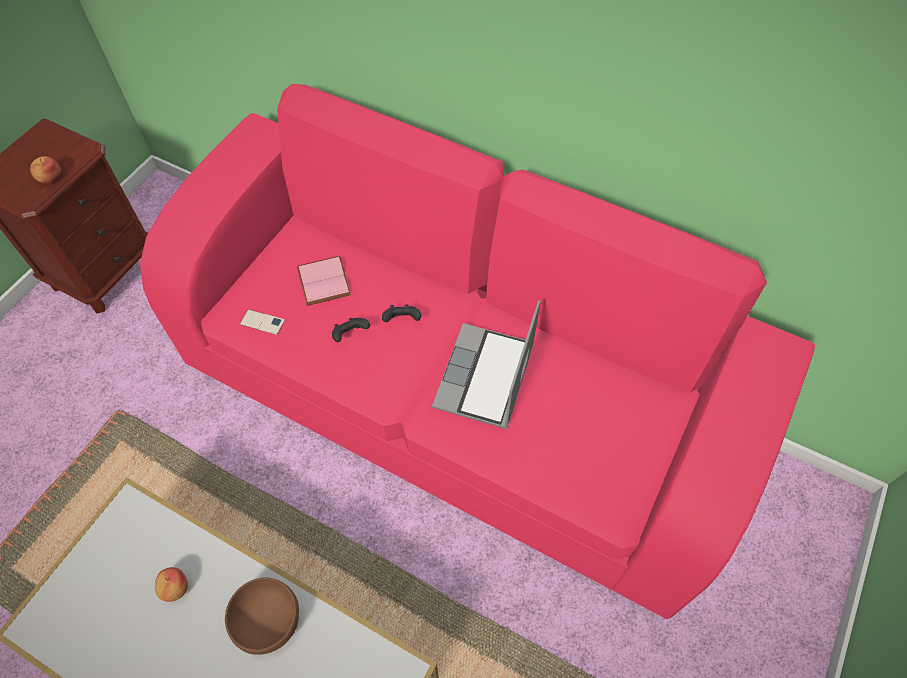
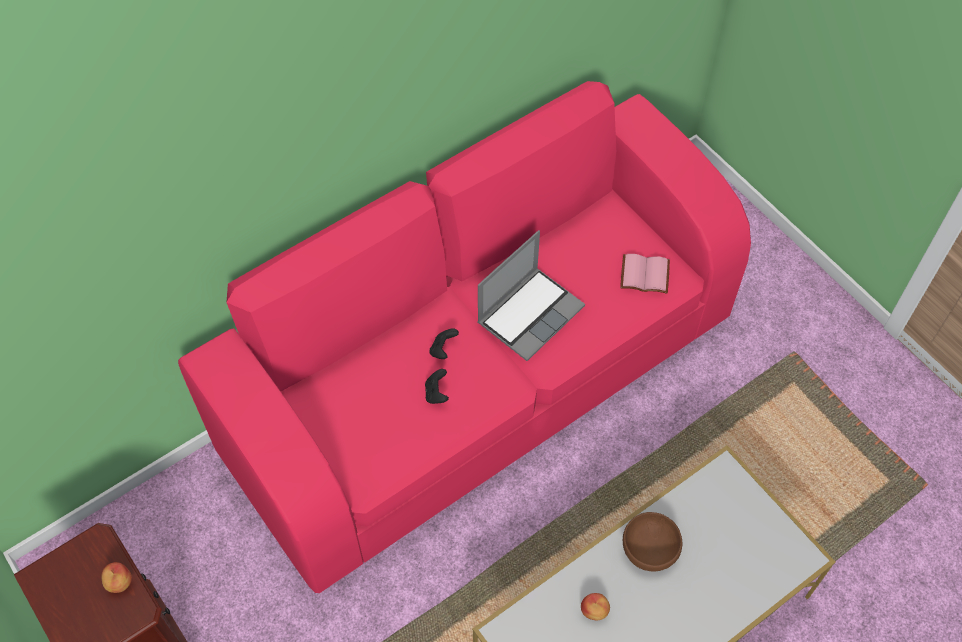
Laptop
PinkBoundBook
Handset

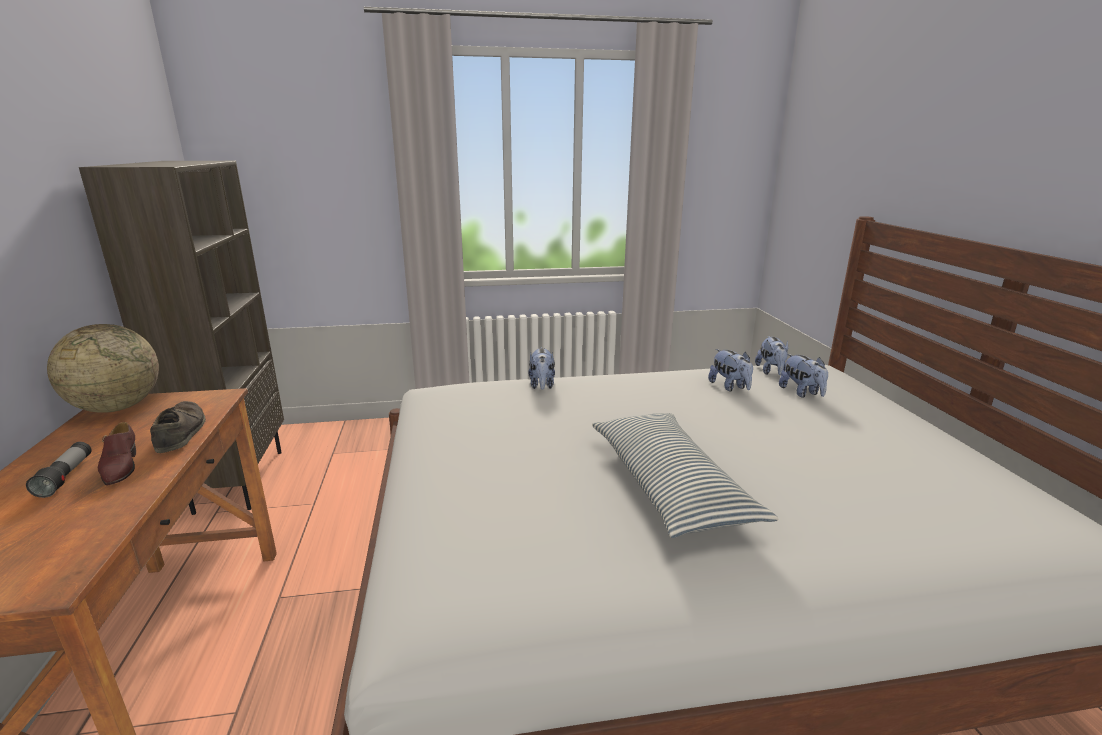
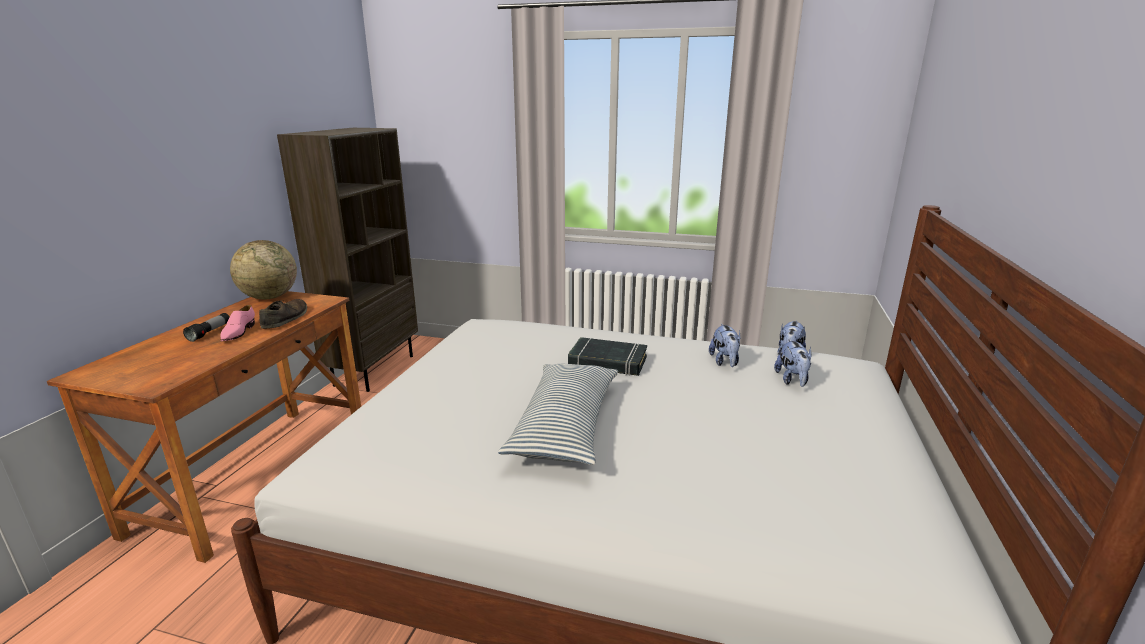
PinkLowShoe
BlackBoundBook
SoftToy (1st from left in the first image)

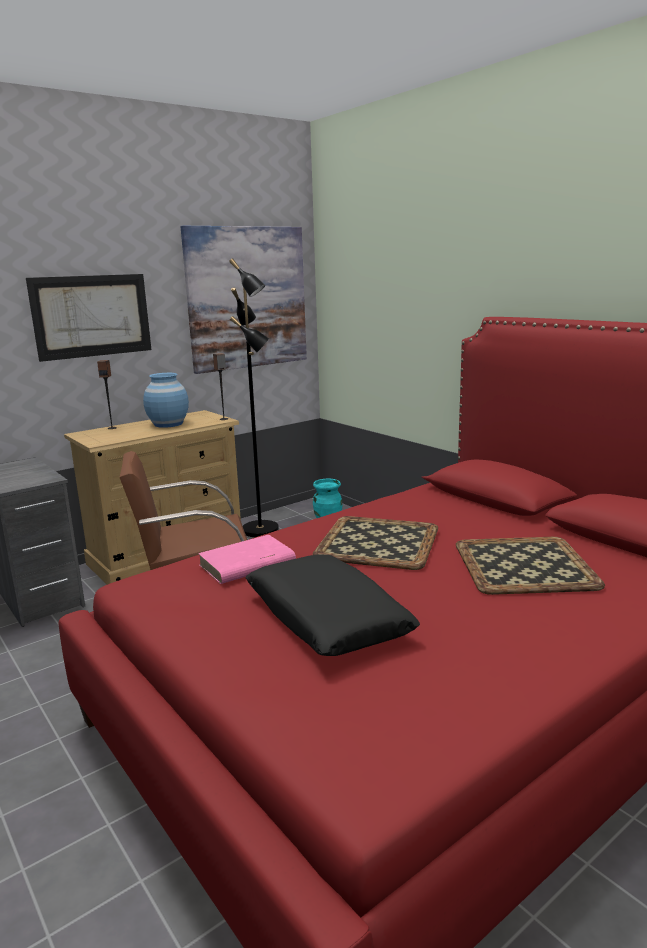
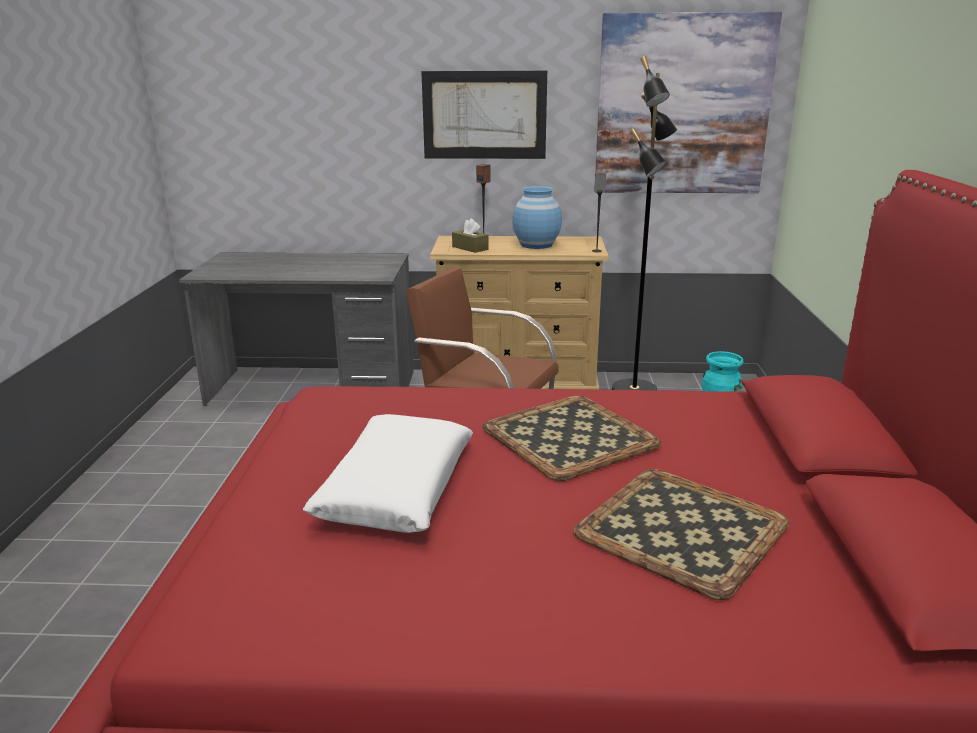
WhitishPillow
BrownColouredBoxOfTissues
PinkBoundBook

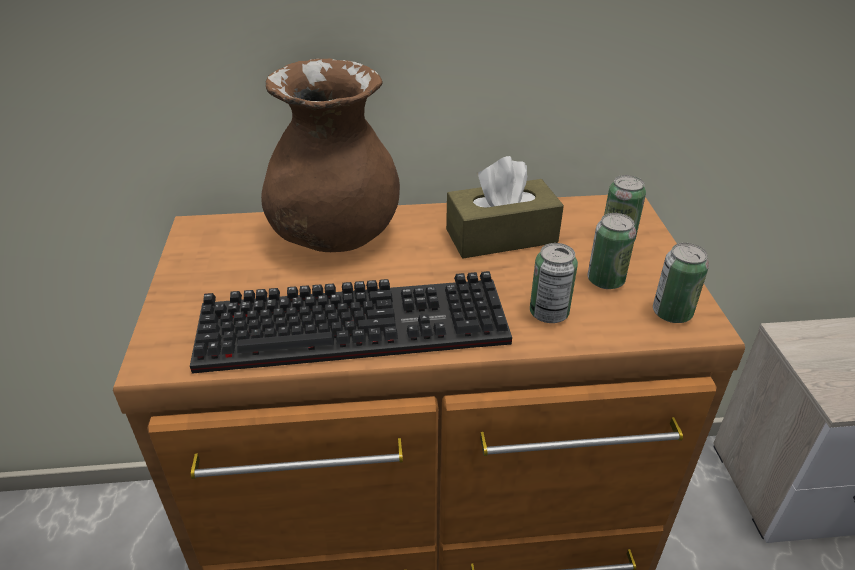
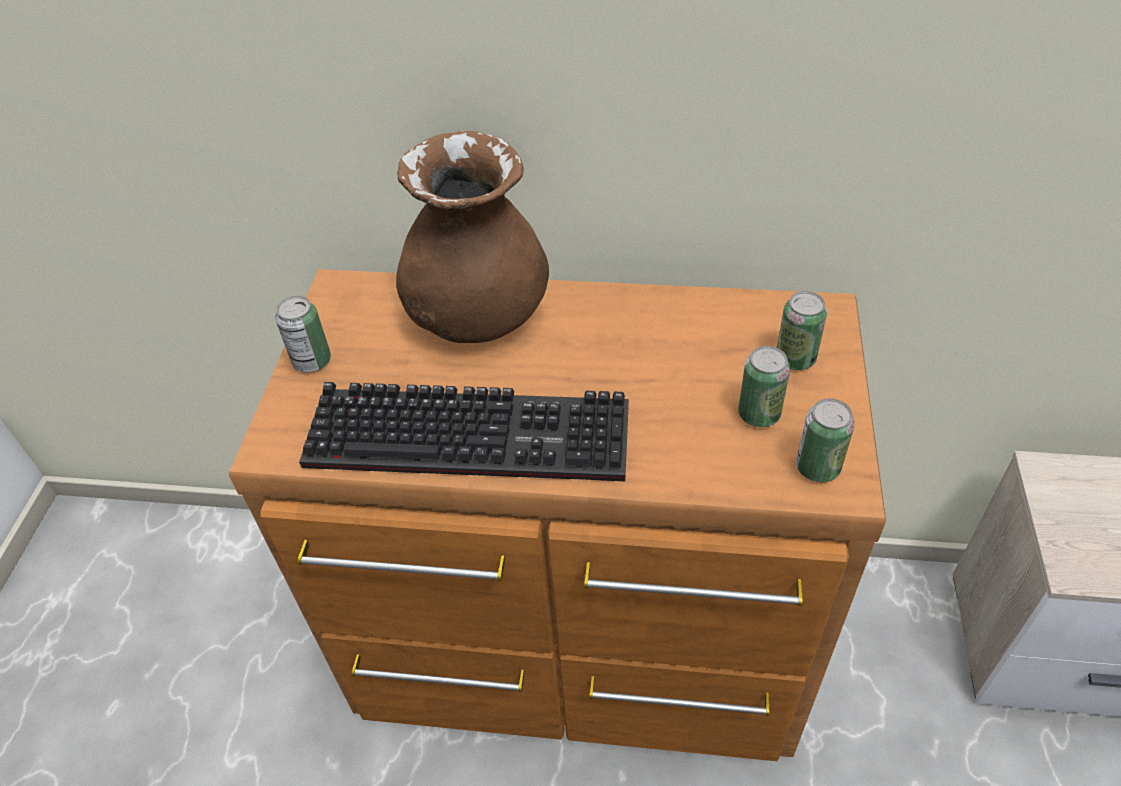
MetalCan (1st from left)
BrownColouredBoxOfTissues

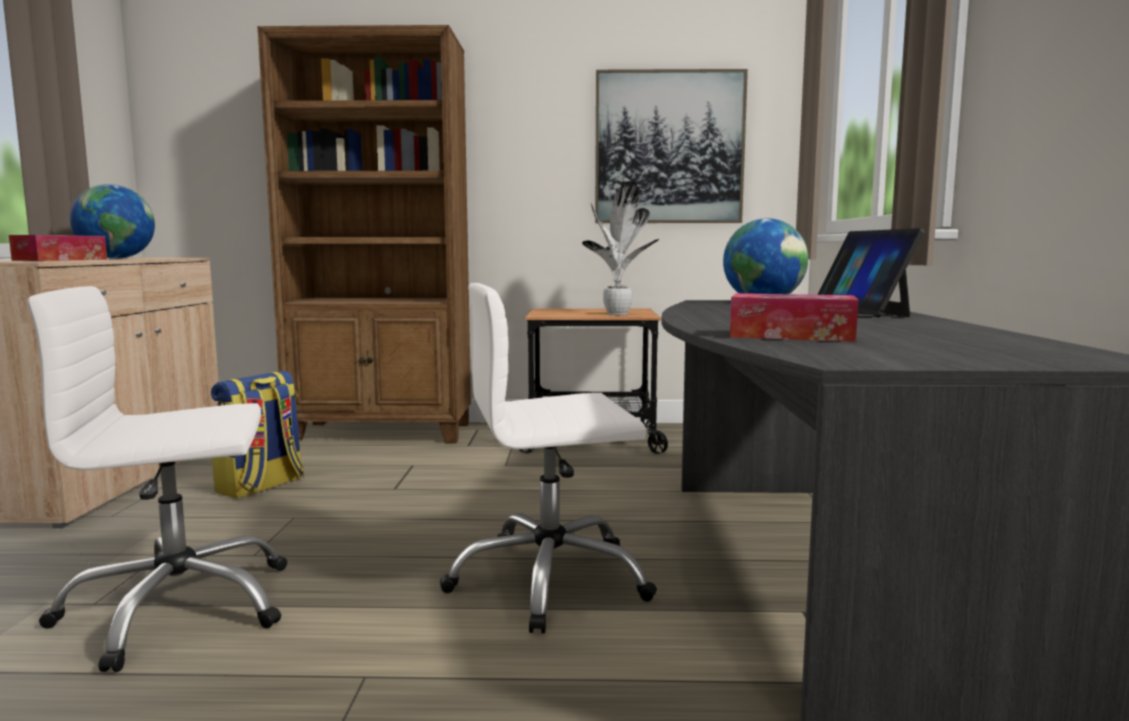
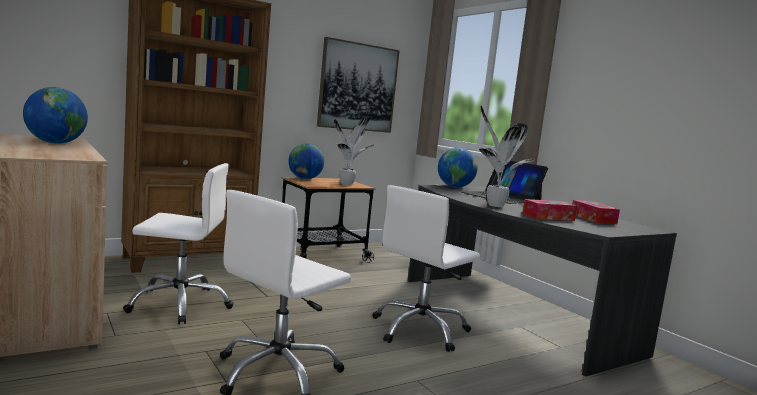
WhitishOfficeChair (1st from left)
WorldGlobe (2nd from left)
PottedPlant (2nd from left)
BoxOfTissues (2nd from left)

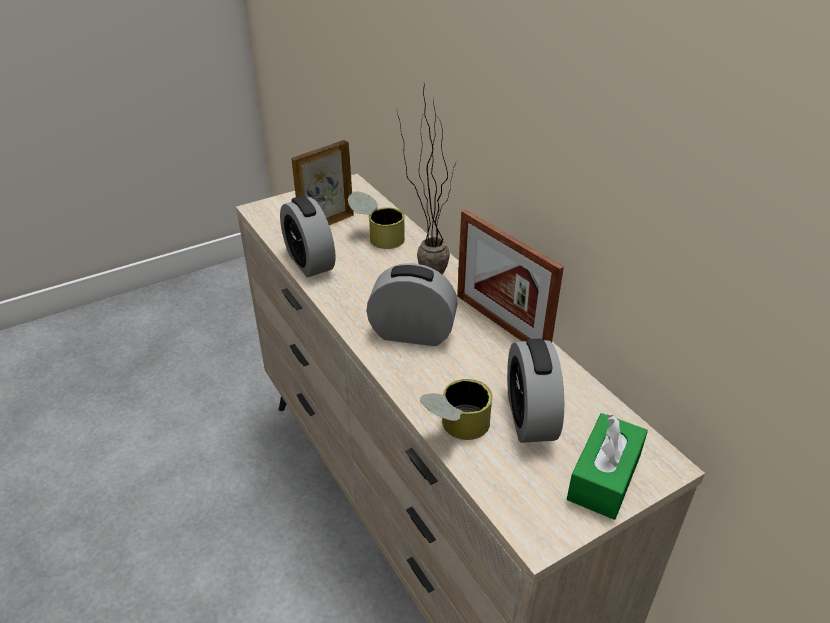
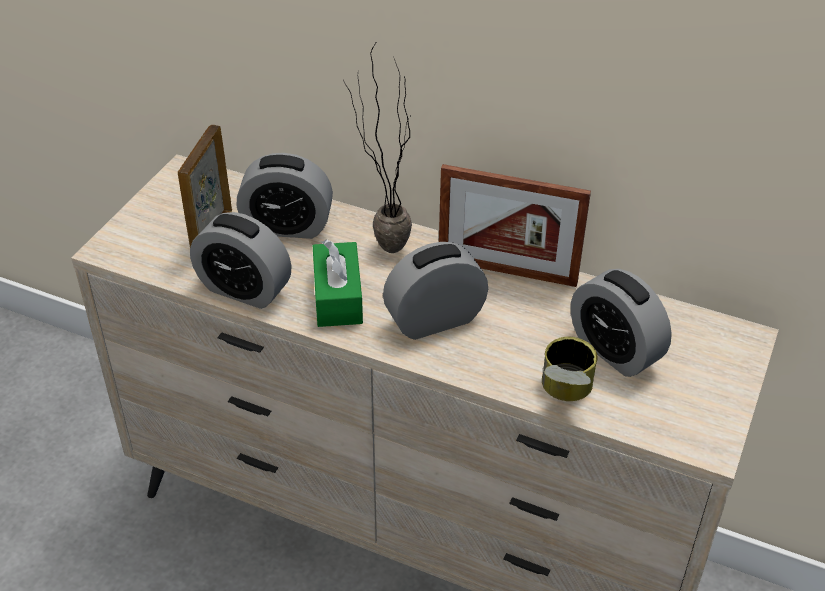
TableClock (2nd from left)
GreenBoxOfTissues

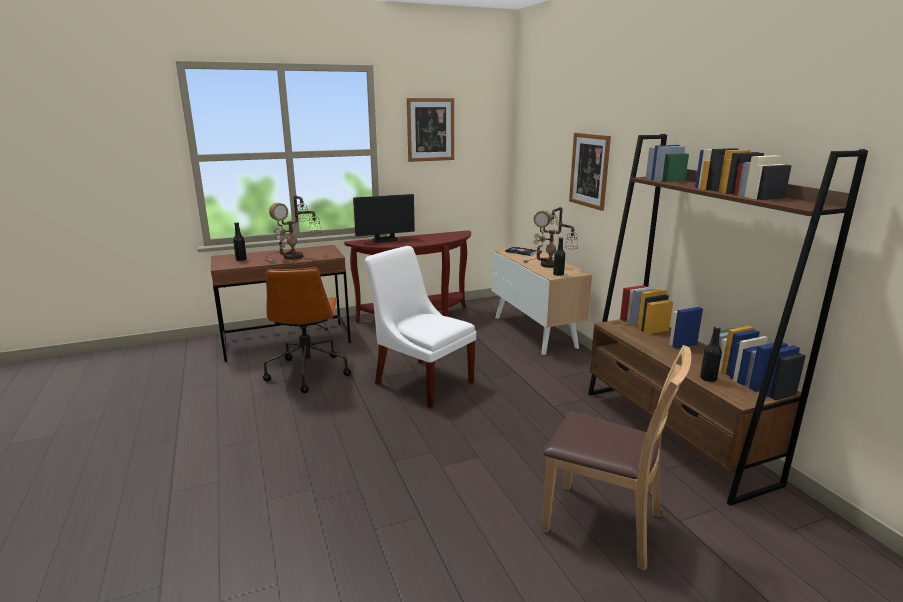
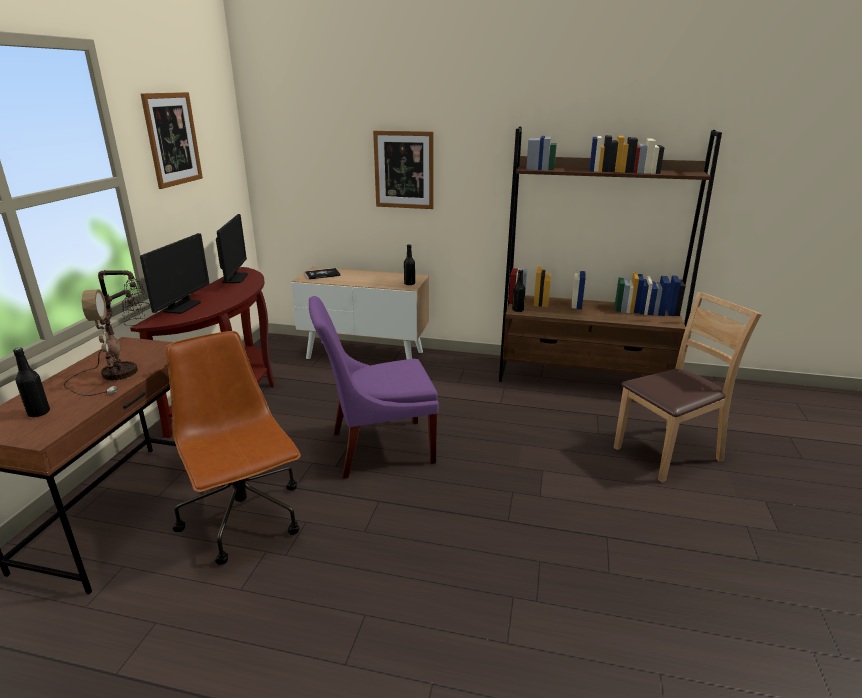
BrownColouredOfficeChair
Monitor (2nd from left)
PurpleColouredChair
BlackBeverageBottle (3rd from left)
TableLamp (2nd from left in the first image)

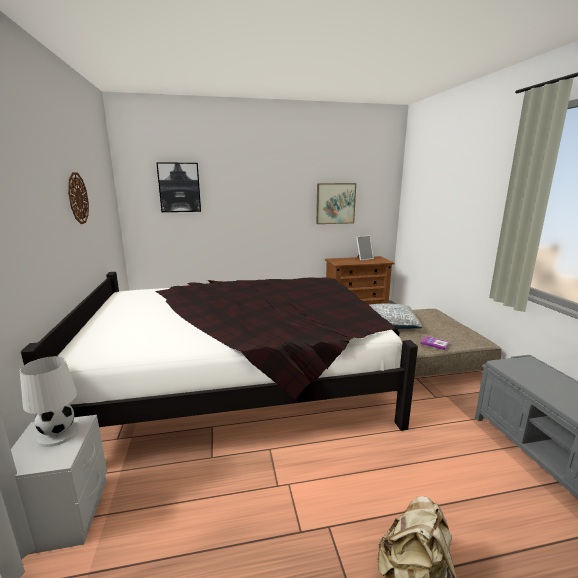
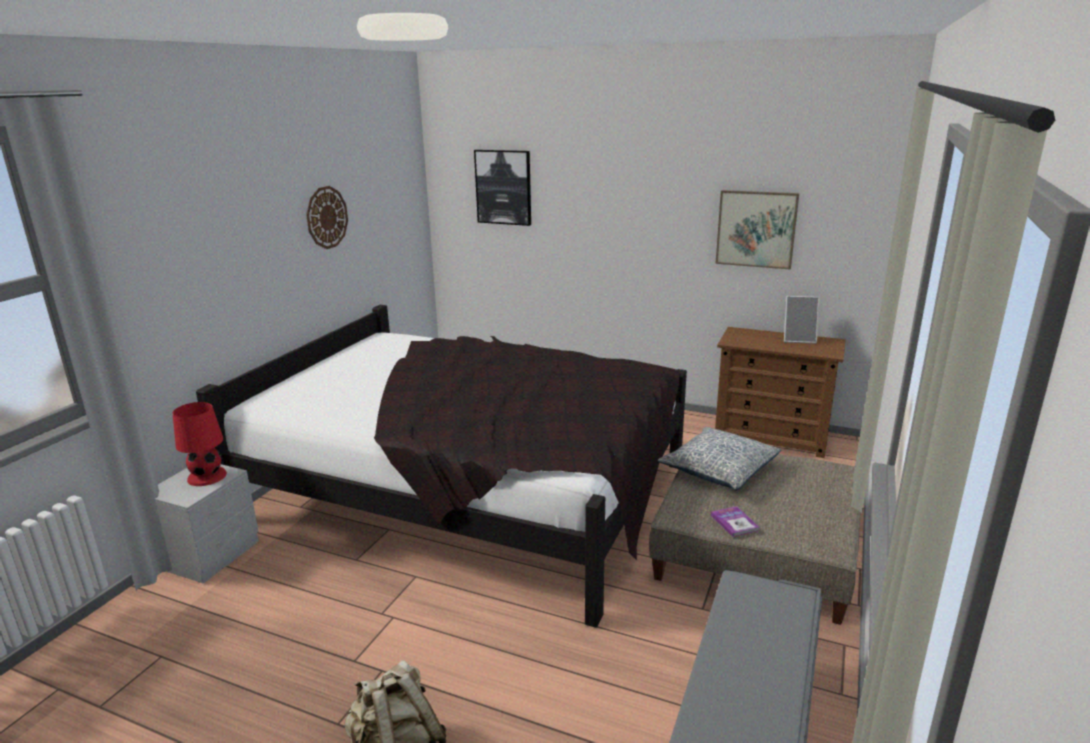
RedTableLamp

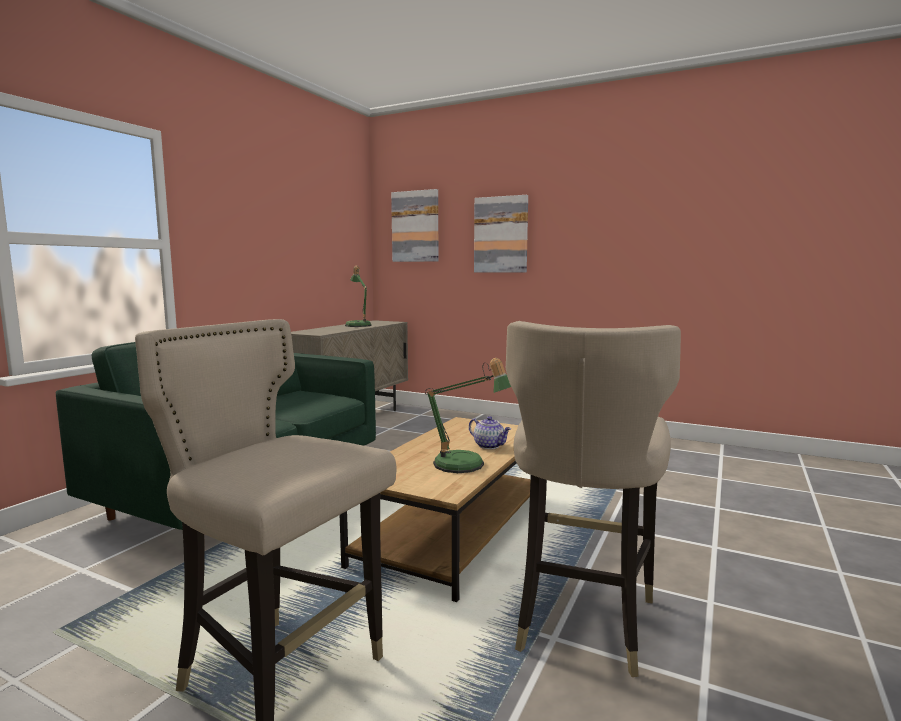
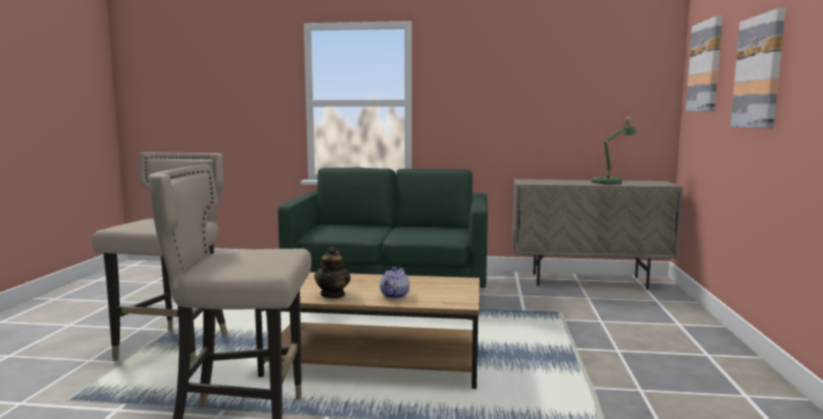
TeaPot (1st from left)

